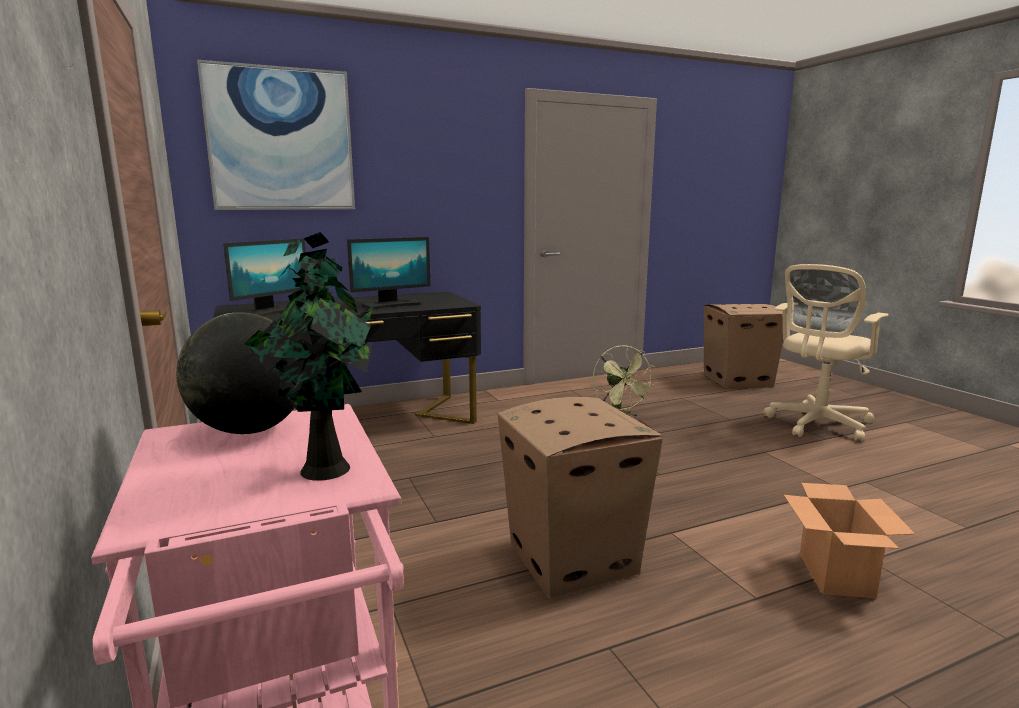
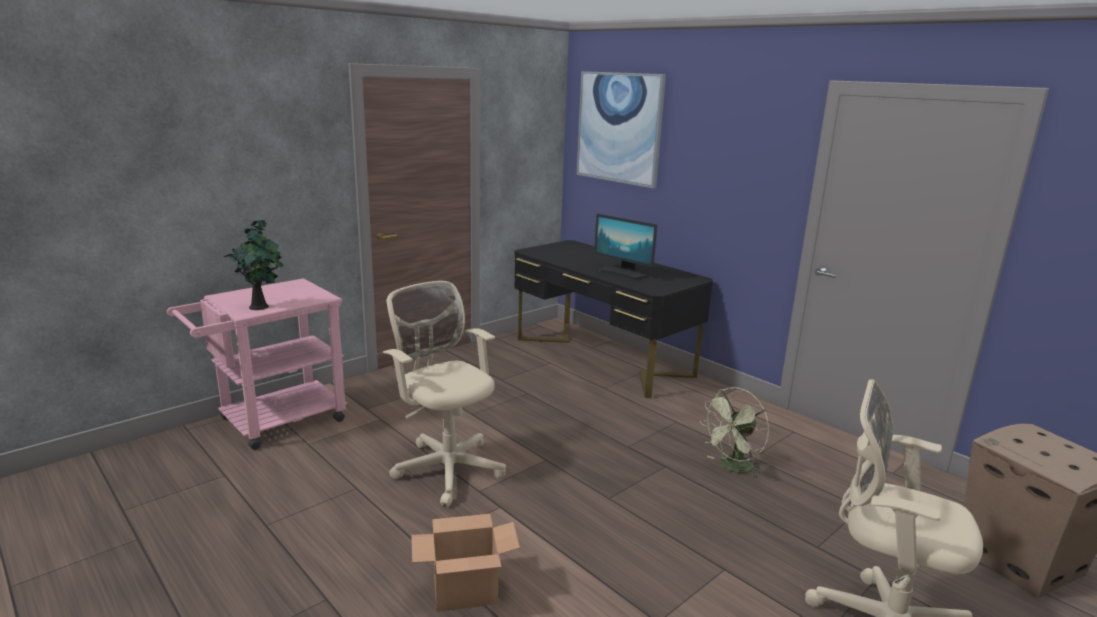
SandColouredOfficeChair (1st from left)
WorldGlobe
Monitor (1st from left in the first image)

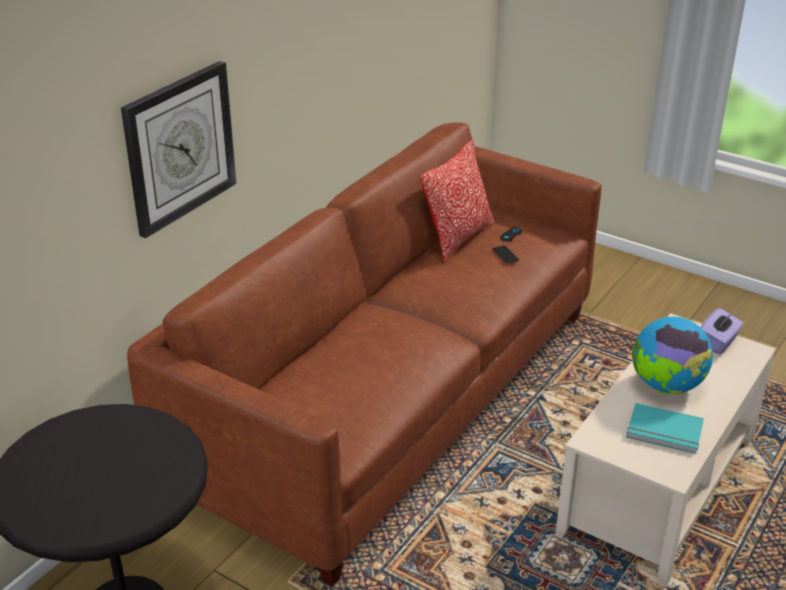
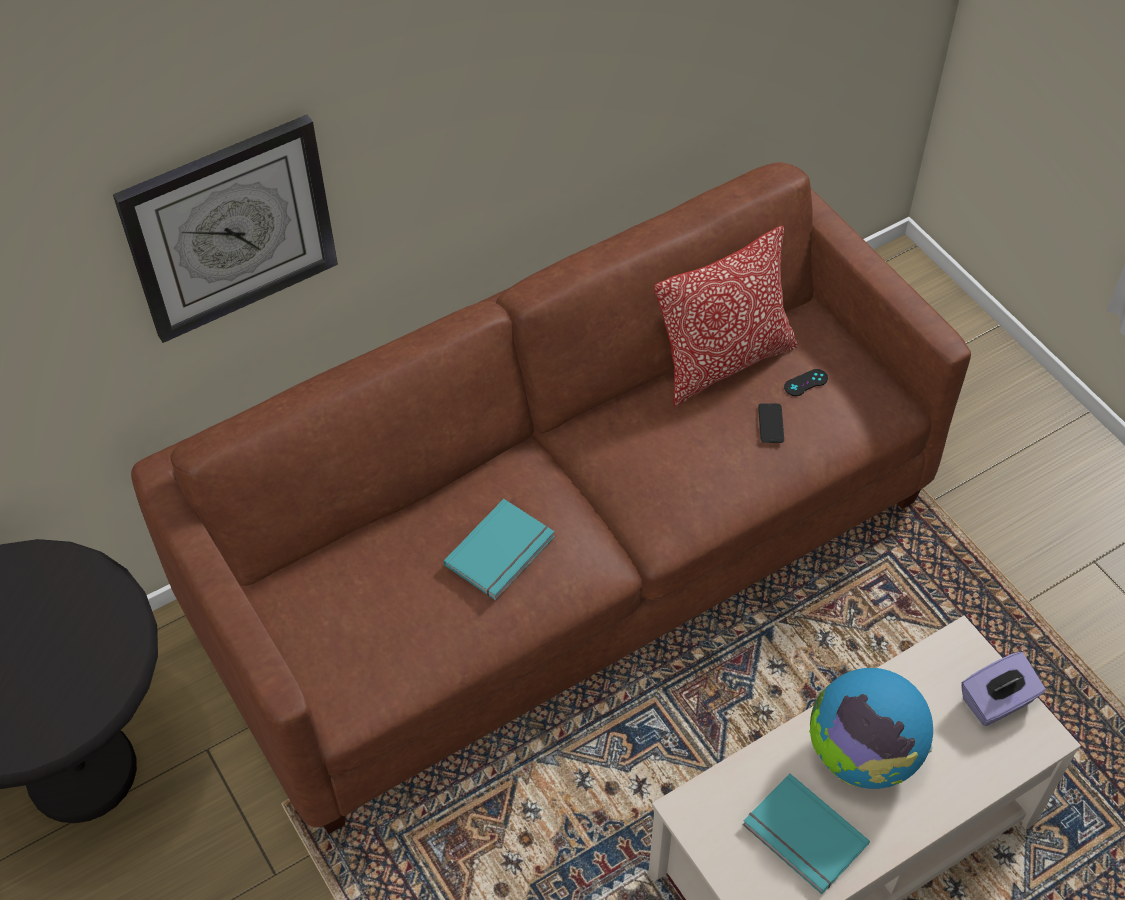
TurquoiseColouredBoundBook (1st from left)

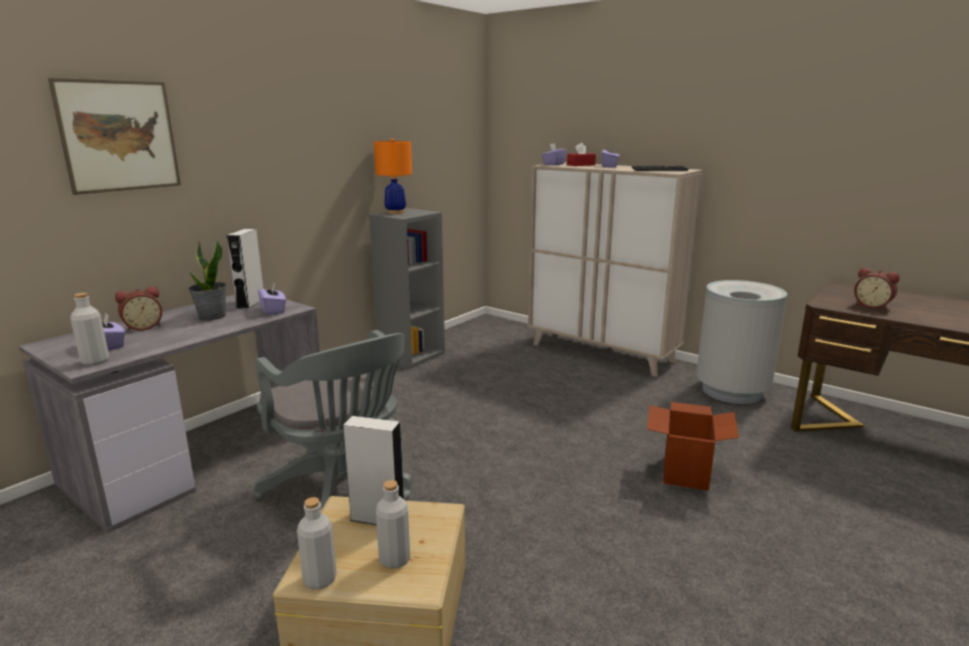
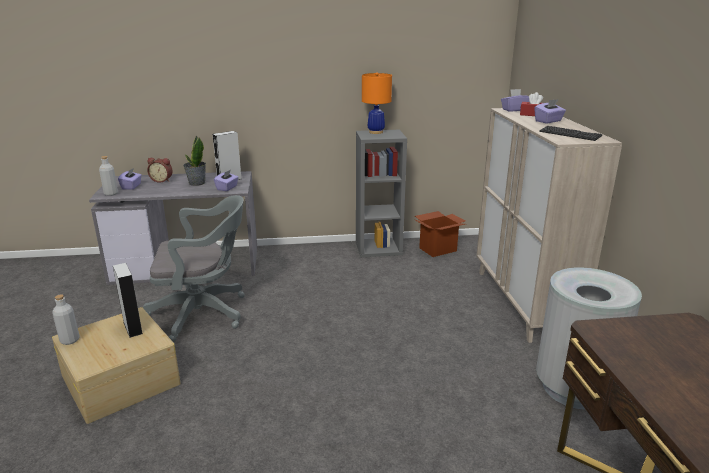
GreyOfficeChair
PackingBox
WallArt
GreyBeverageBottle (3rd from left in the first image)
TableClock (2nd from left in the first image)

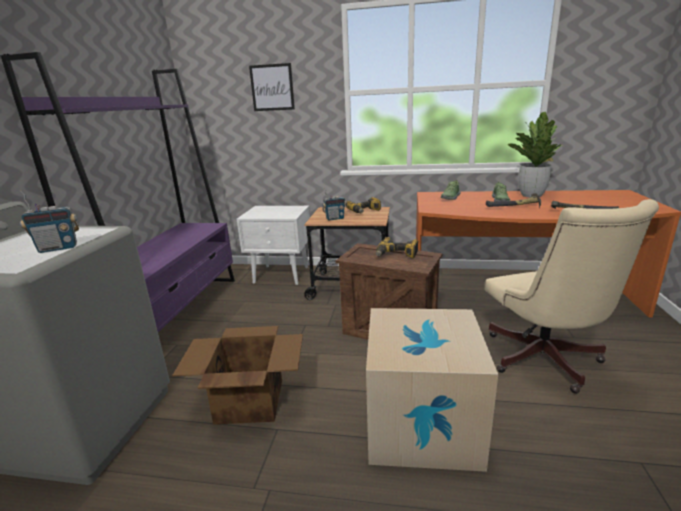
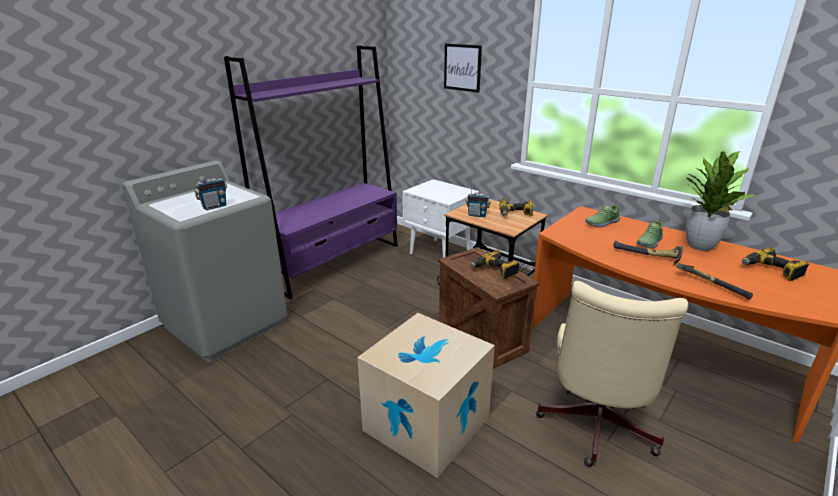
RadioSet (1st from left)
PowerDrill (3rd from left)
PackingBox (1st from left in the first image)

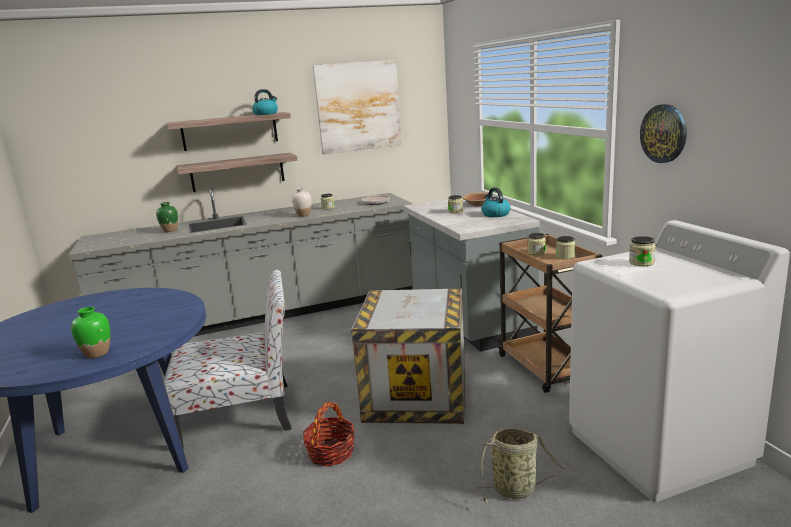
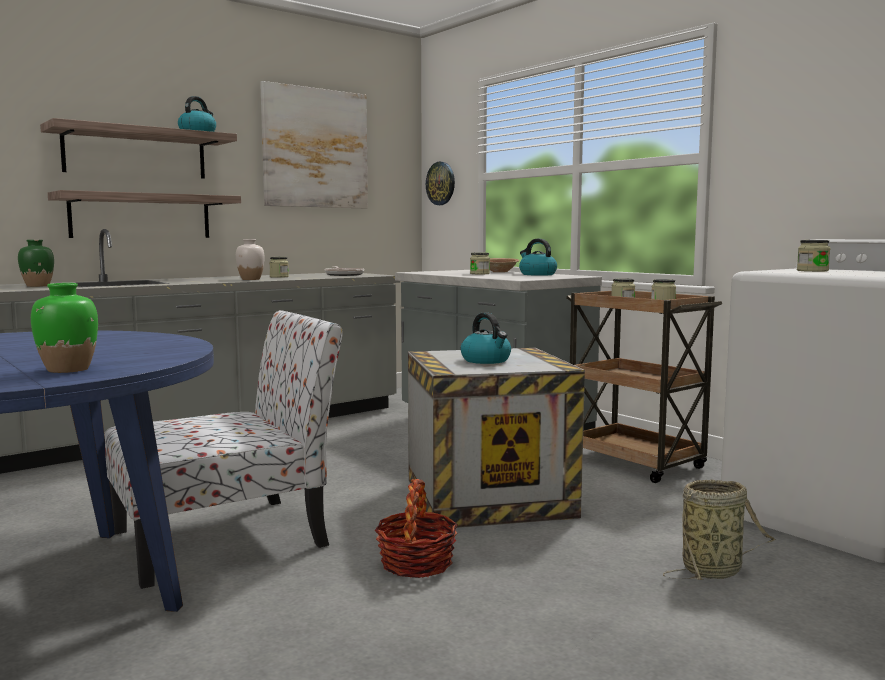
ClockOnTheWall
TeaKettle (2nd from left)

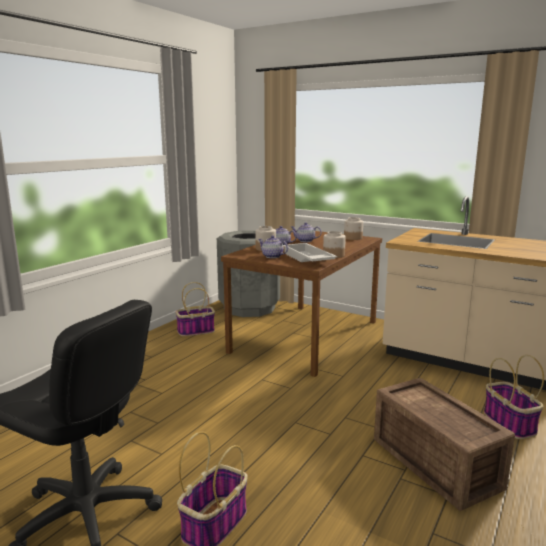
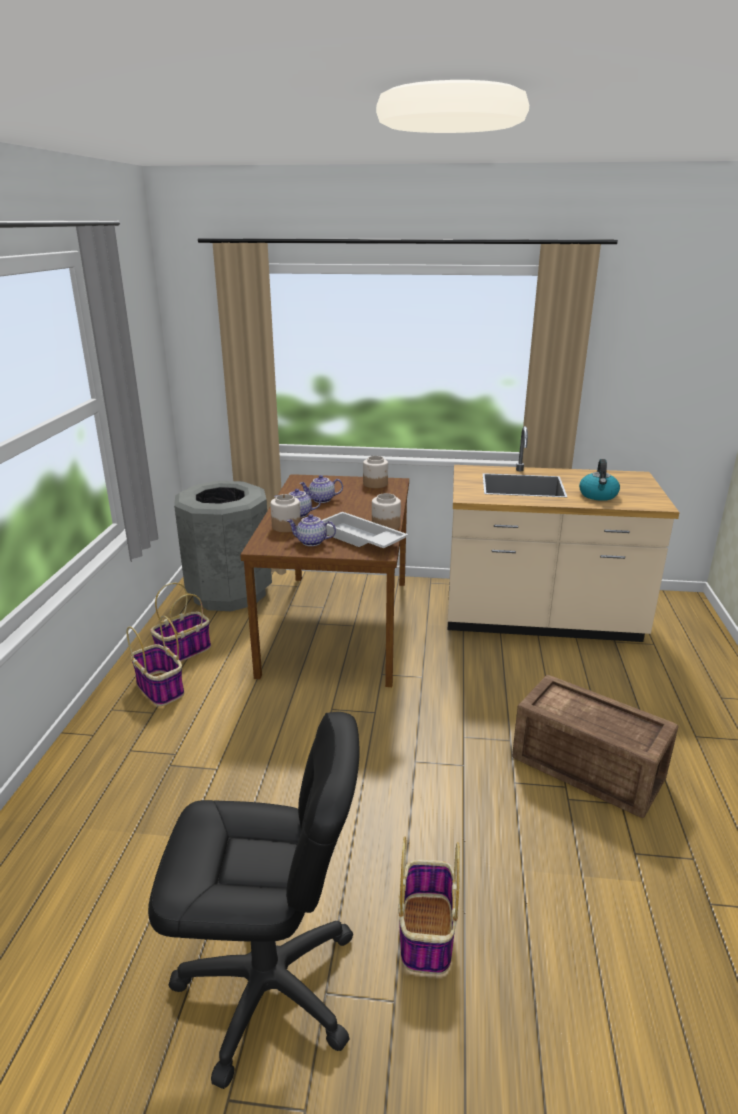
Basket (1st from left)
TeaKettle

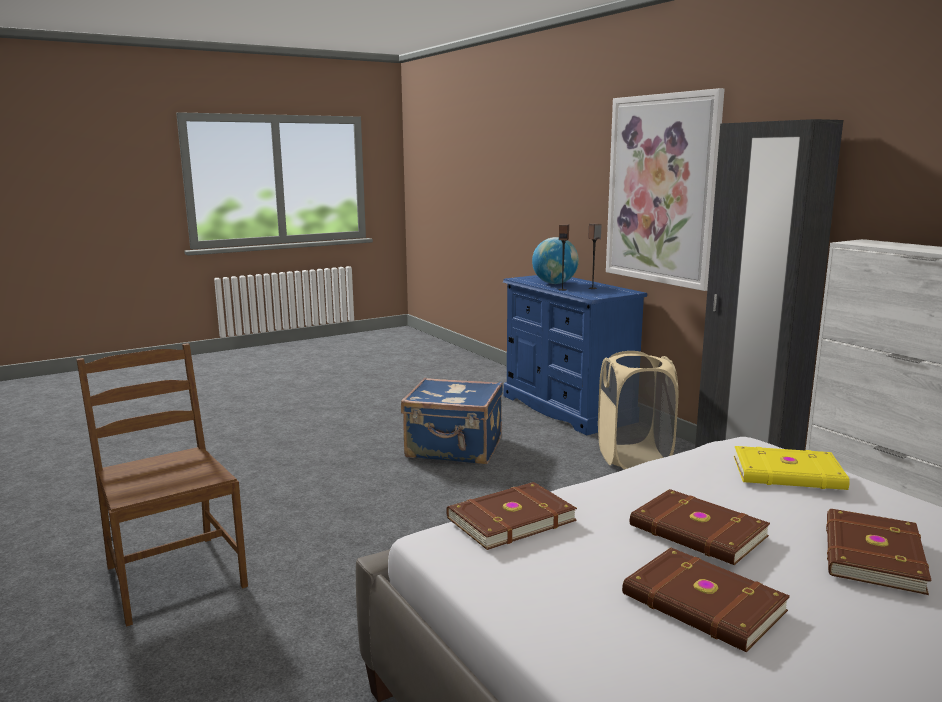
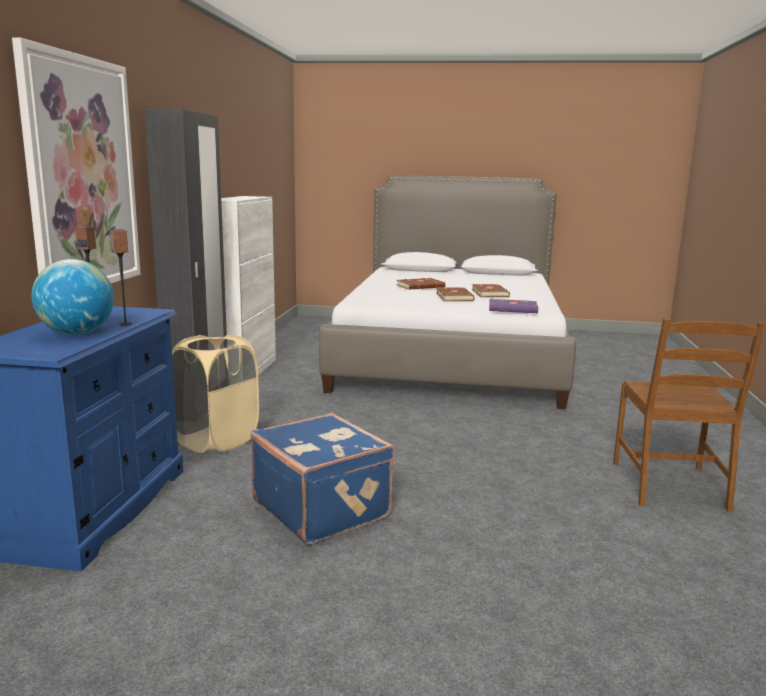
PurpleColouredBoundBook
YellowishBoundBook

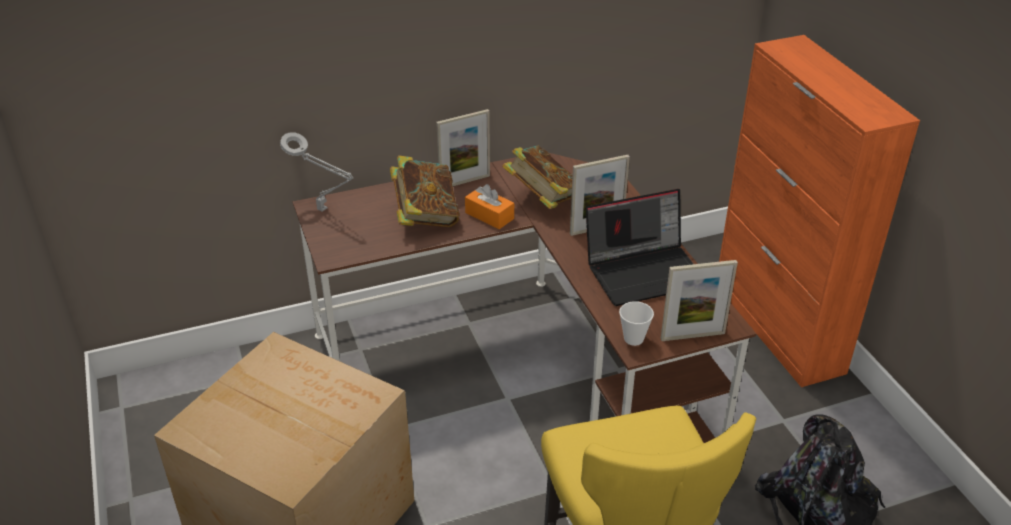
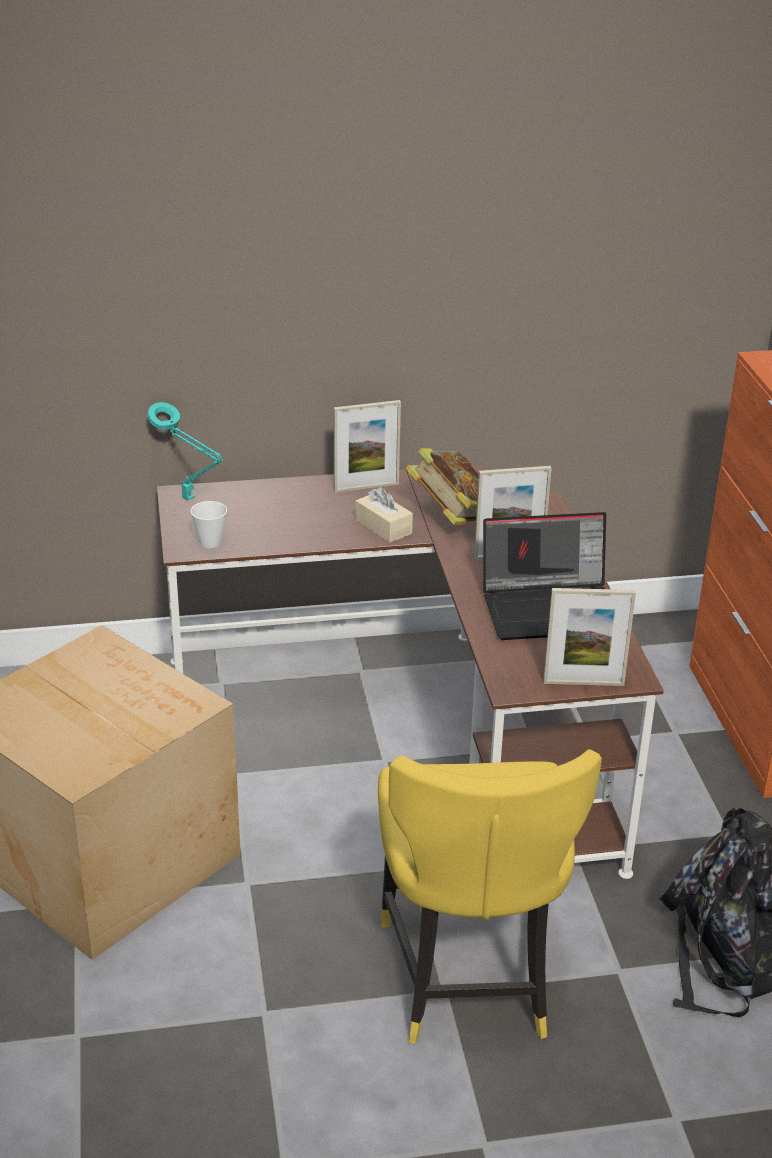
TurquoiseColouredTableLamp
Cup
SandColouredBoxOfTissues
BoundBook (1st from left in the first image)

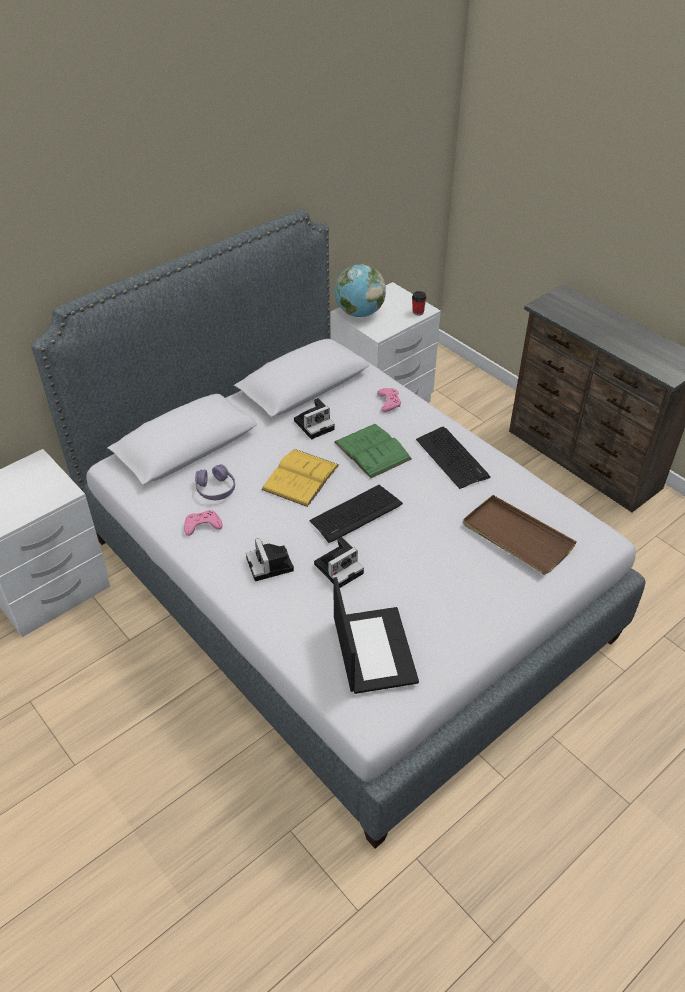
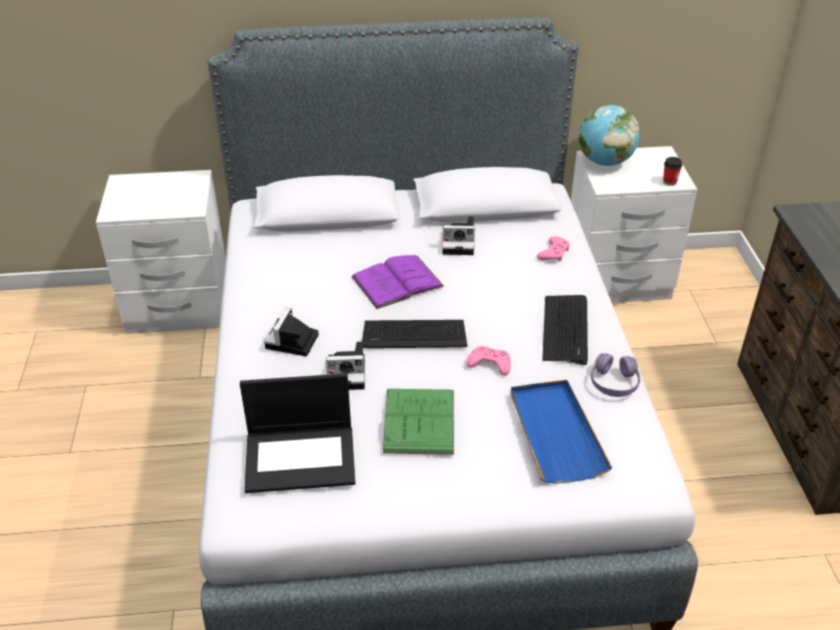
Laptop
PurpleColouredBoundBook
GreenBoundBook
PinkJoypad (1st from left)
BlueColouredTray
PurpleColouredHeadphones

